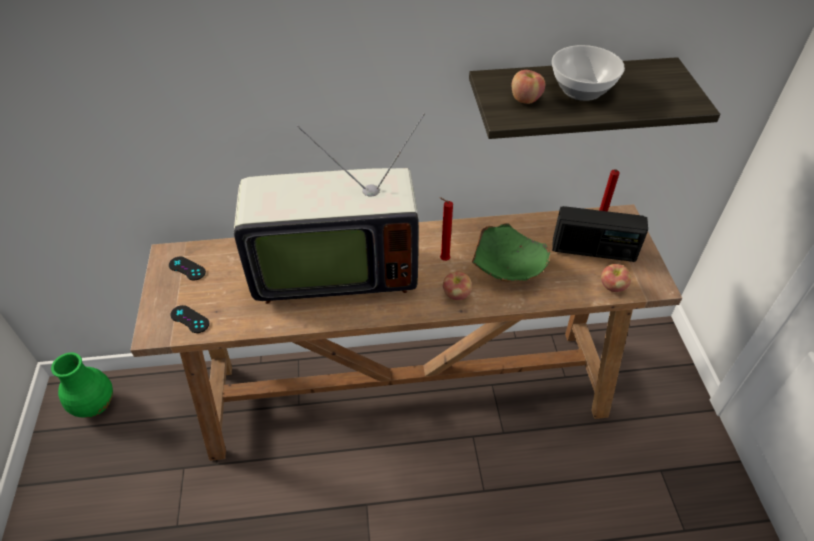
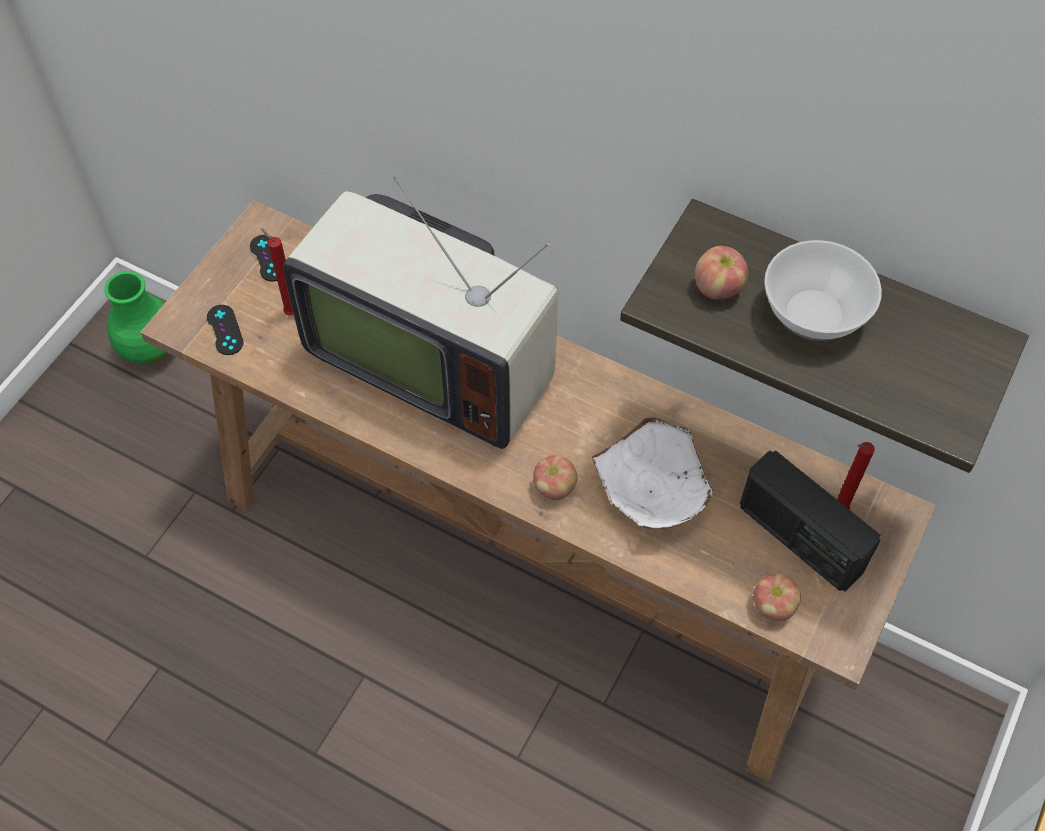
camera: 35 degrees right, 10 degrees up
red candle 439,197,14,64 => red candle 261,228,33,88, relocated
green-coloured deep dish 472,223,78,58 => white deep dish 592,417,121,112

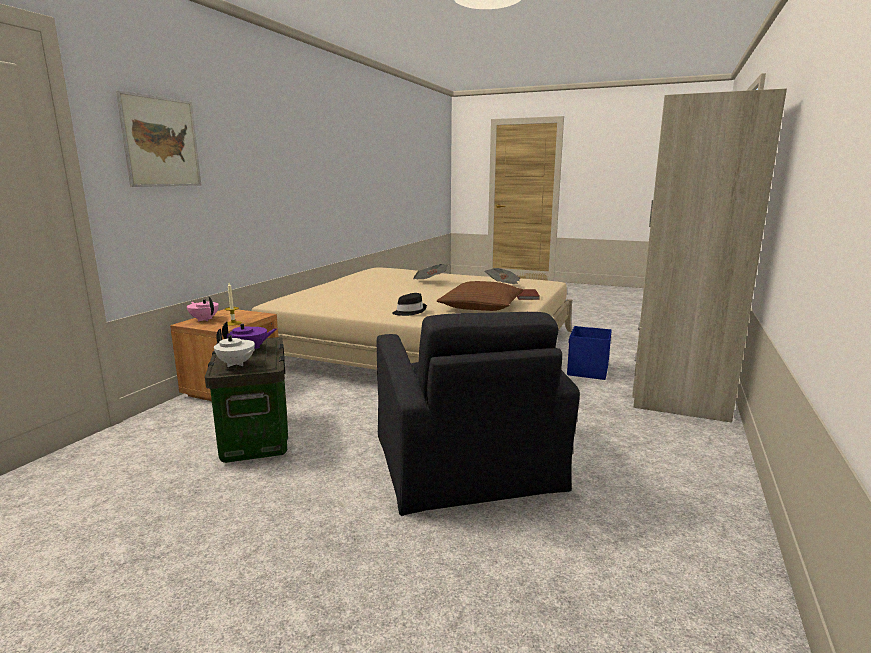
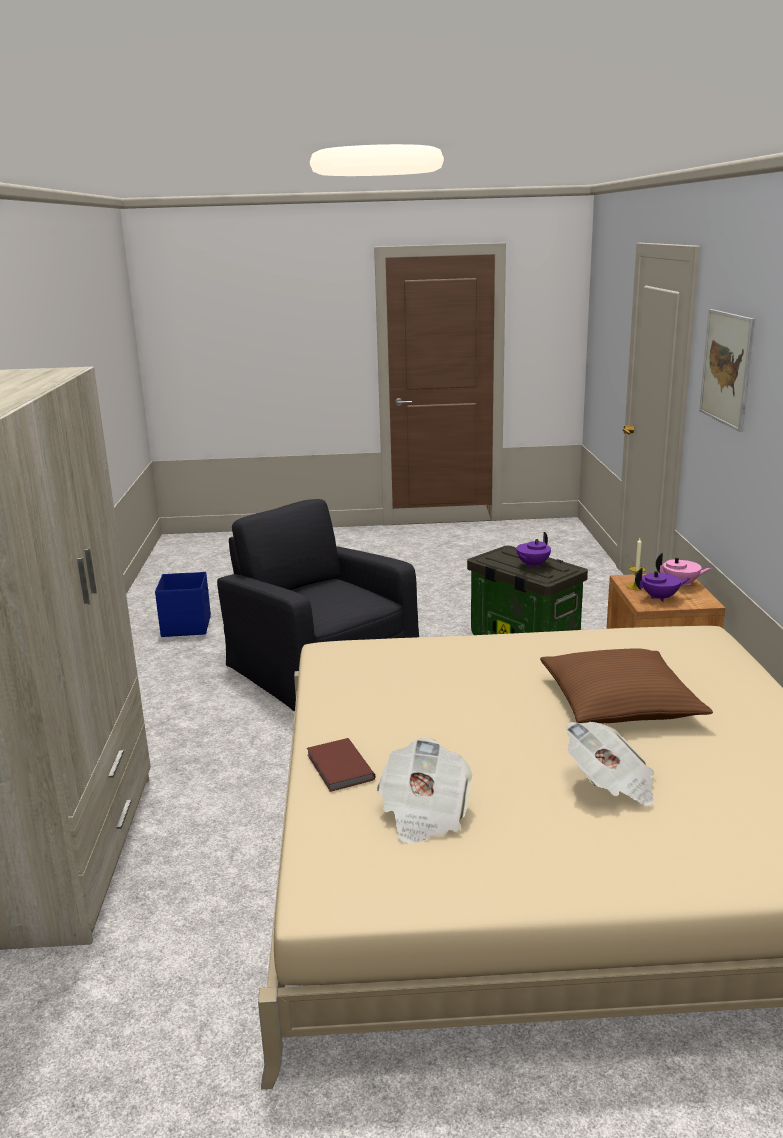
camera: 155 degrees right, 5 degrees up
white pot for tea 214,329,41,38 => nothing
black-coloured wearable hat 392,293,35,23 => nothing
brown throw pillow 437,281,86,30 => brown throw pillow 540,648,173,75, relocated
bluish storage box 567,326,45,54 => bluish storage box 155,572,56,65, relocated
nothing => purplish pot for tea 635,568,55,34

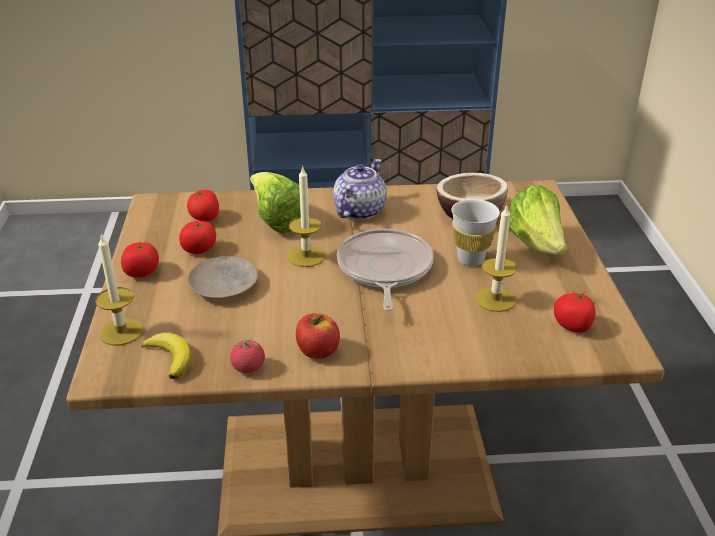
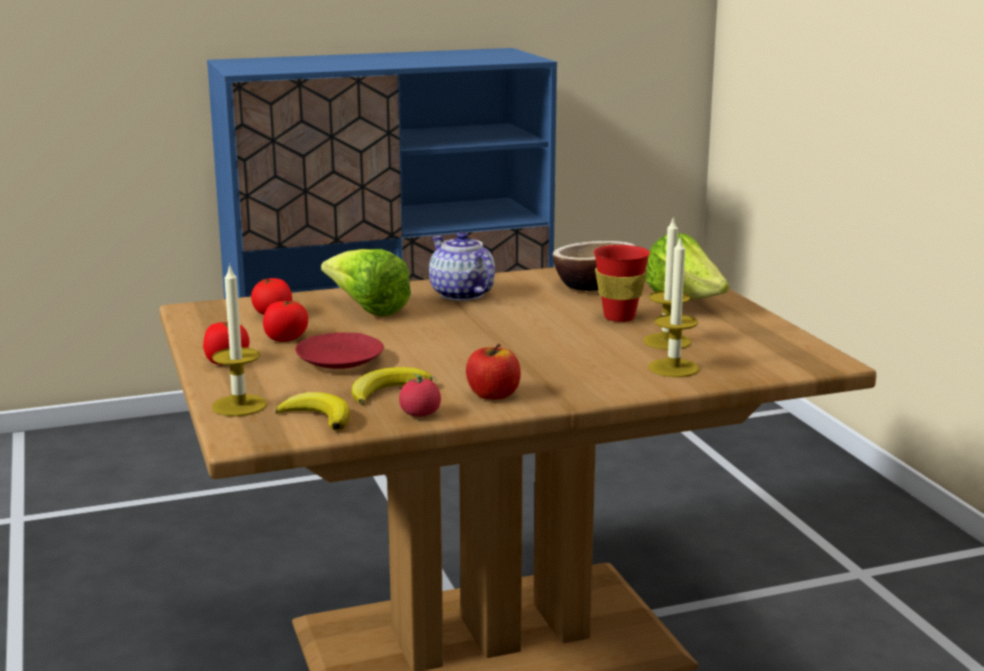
camera: 15 degrees left, 15 degrees down
sand-coloured dinner plate 187,256,71,43 => red dinner plate 295,332,89,37
candle 288,166,37,101 => candle 648,235,51,142, relocated
pot for tea 333,159,54,61 => pot for tea 429,232,66,69, 45 degrees counterclockwise
skillet 337,229,97,82 => nothing
white drinking cup 451,199,49,67 => red drinking cup 594,245,56,77
fresh tomato 554,292,42,41 => nothing
nothing => whole banana 351,367,81,38

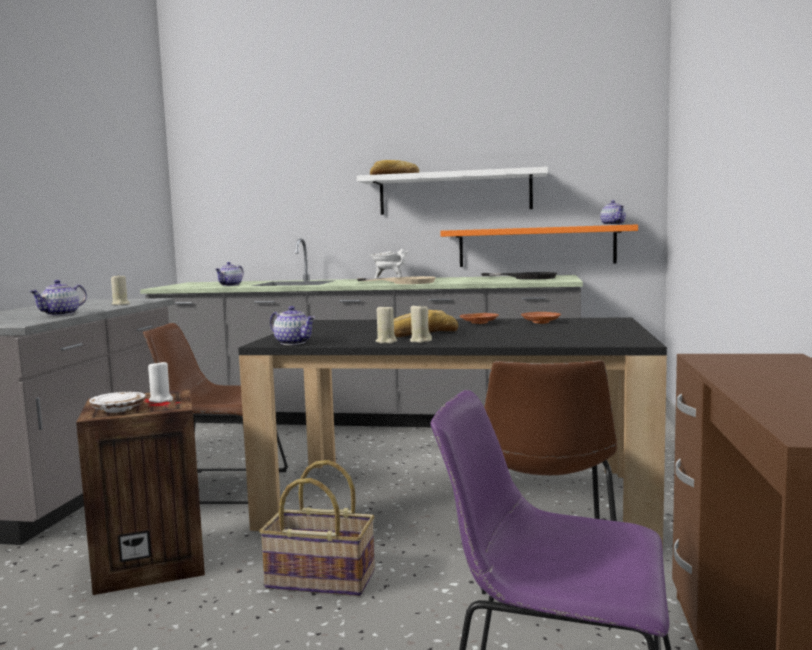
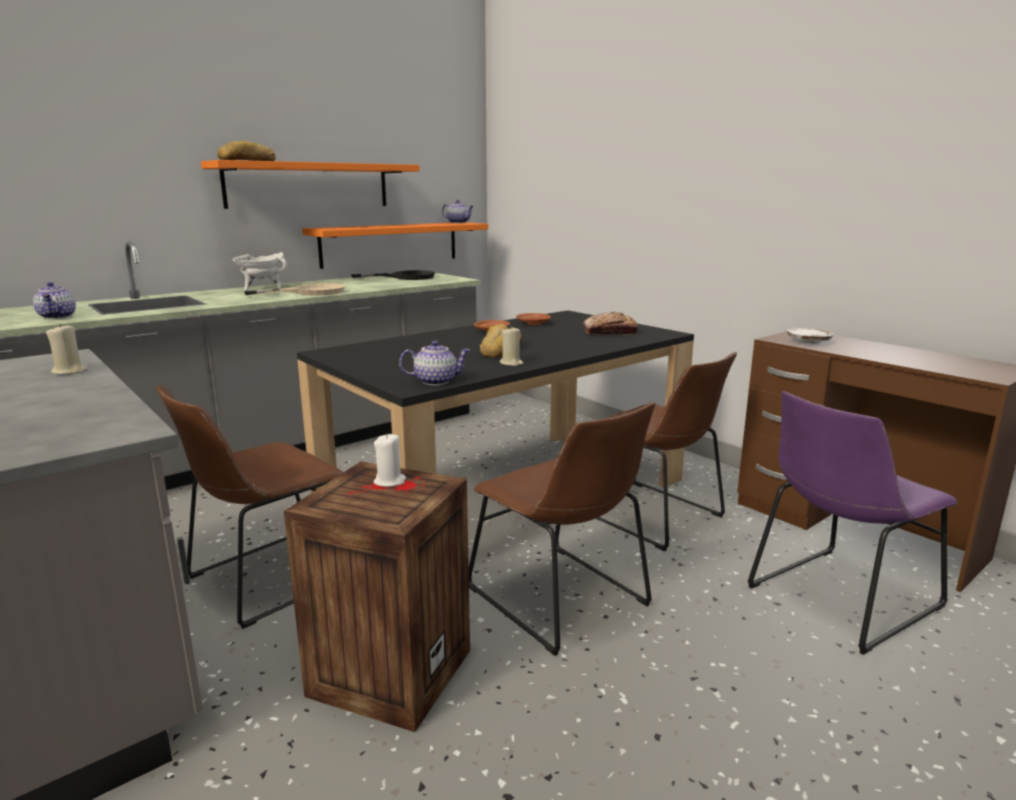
camera: 50 degrees left, 10 degrees up
pot for tea 29,280,58,36 => nothing
white dinner plate 89,392,57,21 => white dinner plate 787,328,47,16, relocated
basket 259,460,116,136 => brown chair 469,402,186,254
white shelf 357,167,191,48 => orange-coloured shelf 201,160,219,49
sand-coloured candle 410,303,22,40 => nothing
nothing => bakery bread 583,312,55,23

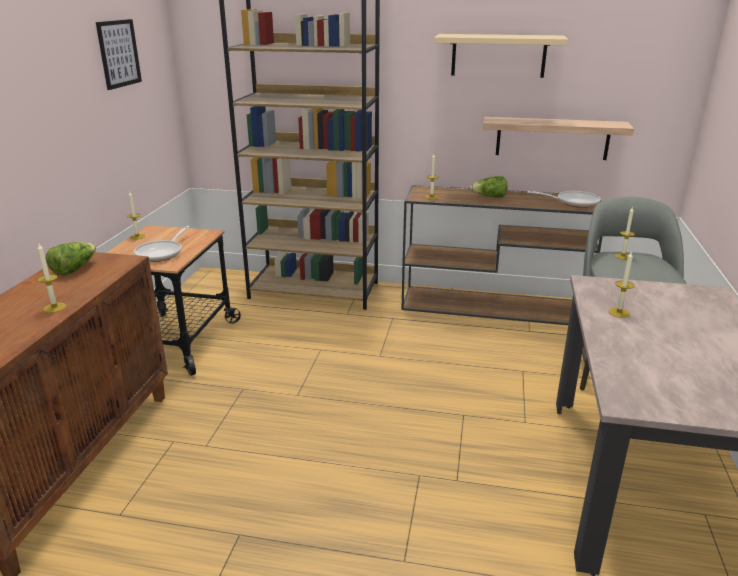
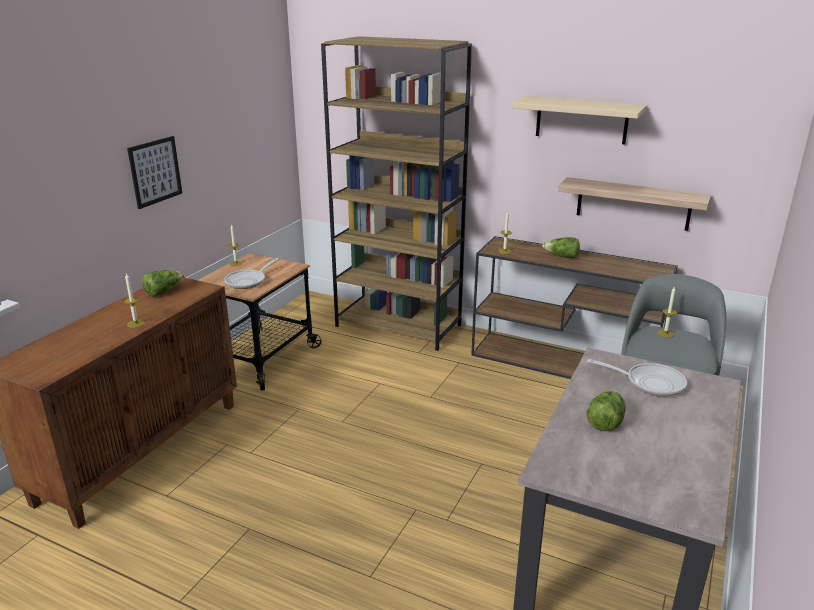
camera: 15 degrees right, 0 degrees up
wall art 96,19,46,71 => wall art 127,136,55,73, relocated
skillet 527,191,74,17 => skillet 587,359,100,38, relocated
candle 608,252,26,66 => nothing
nothing => head of lettuce 586,390,40,41

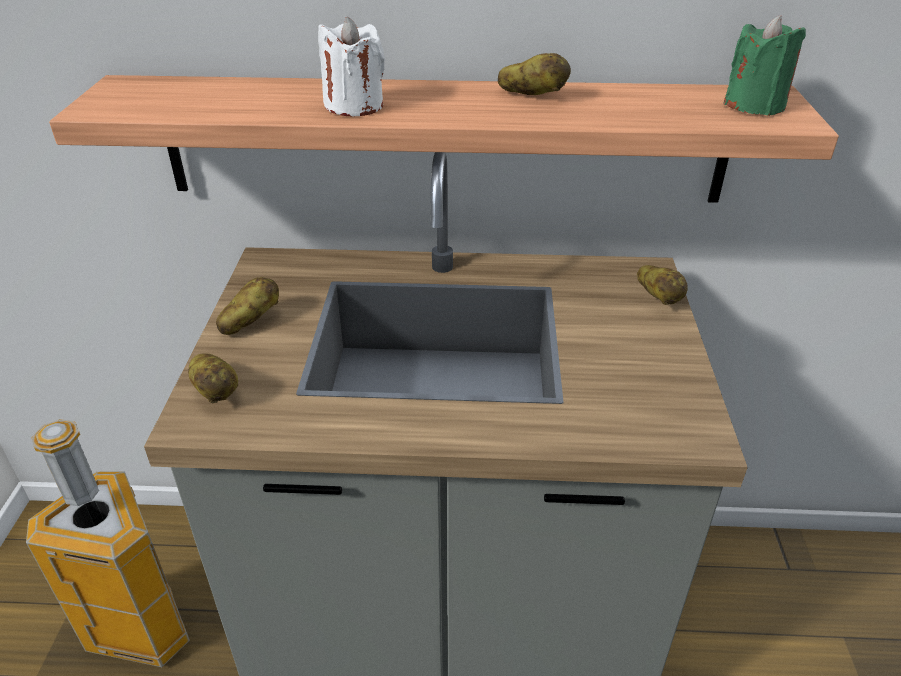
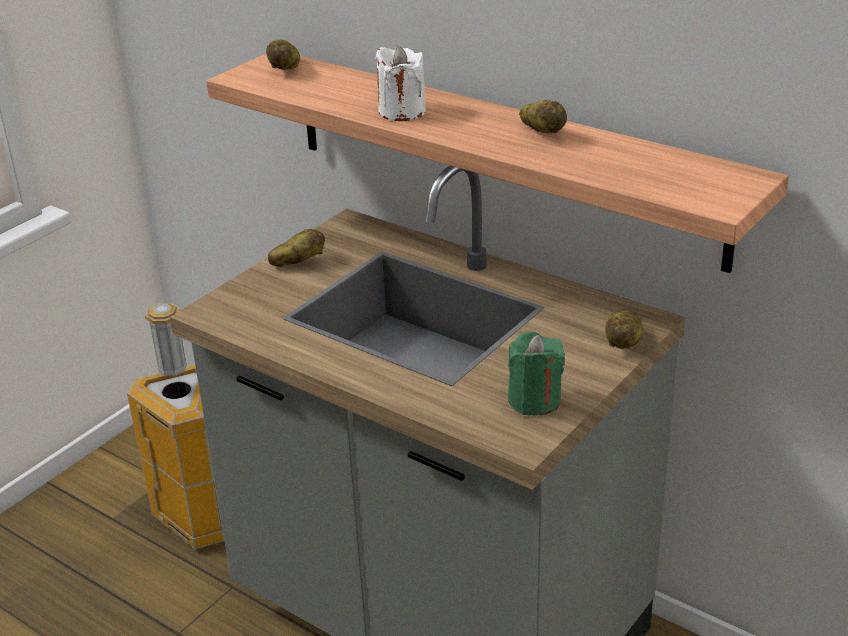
camera: 35 degrees right, 5 degrees down
spud 188,354,50,49 => spud 266,39,34,31, relocated
green-coloured candle 723,15,83,101 => green-coloured candle 508,332,57,84, relocated

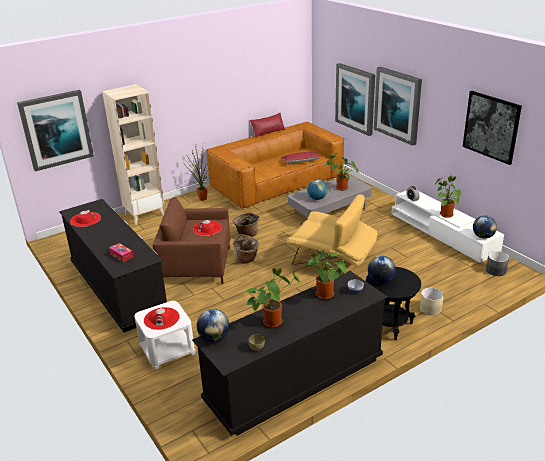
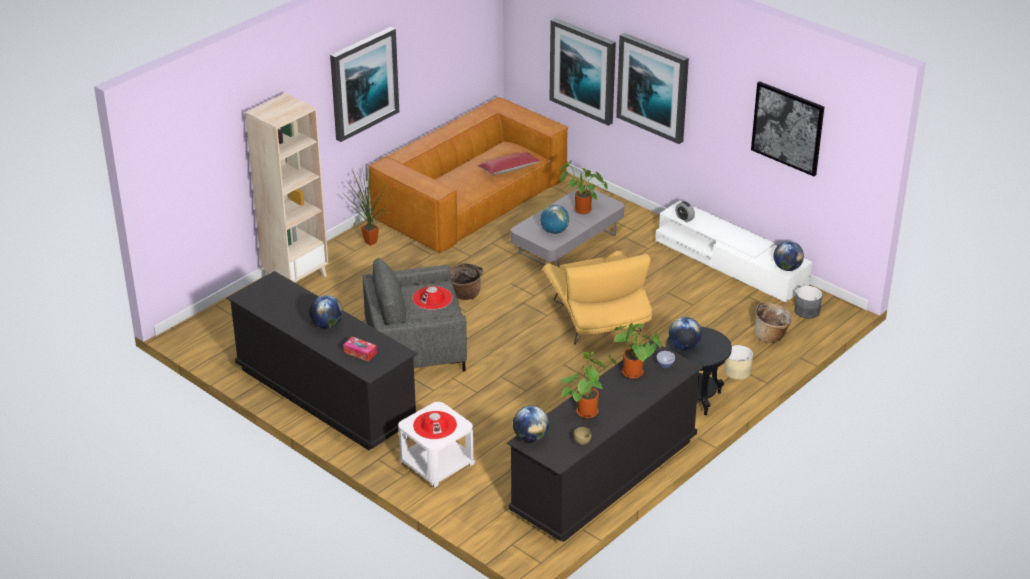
camera: 15 degrees left, 5 degrees up
wall art 17,90,77,82 => wall art 330,27,69,115, relocated
red wearable hat 70,210,31,17 => nothing
brown easy chair 153,197,77,87 => gray easy chair 363,258,104,113
basket 233,234,26,30 => basket 755,302,37,41, relocated
red throw pillow 250,113,36,25 => nothing
yellow easy chair 287,194,91,79 => yellow easy chair 542,251,110,93, 60 degrees clockwise
houseplant 435,175,28,43 => nothing
nothing => desk globe 309,295,34,33

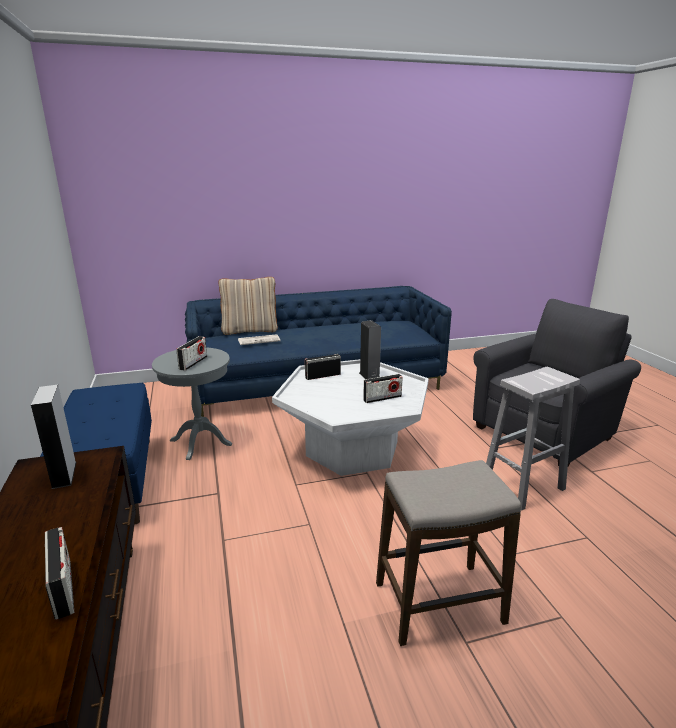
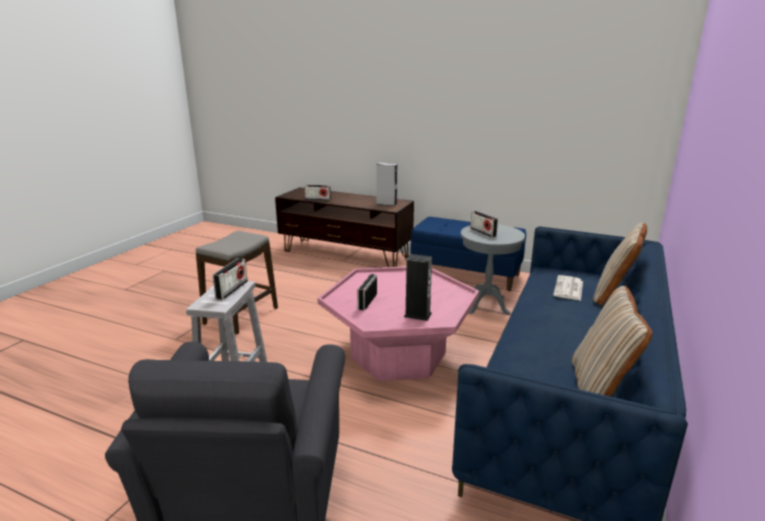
camera: 130 degrees right, 0 degrees up
white lounge table 272,359,157,117 => pink lounge table 317,267,162,114
radio 305,354,36,26 => radio 213,258,35,42, relocated
nothing => sand-coloured throw pillow 572,286,81,111

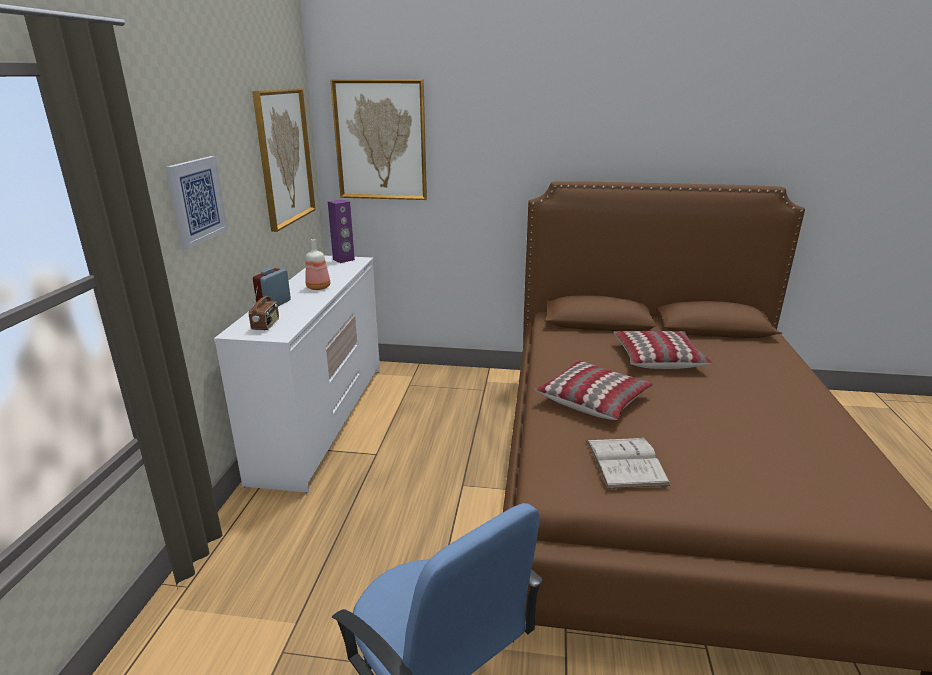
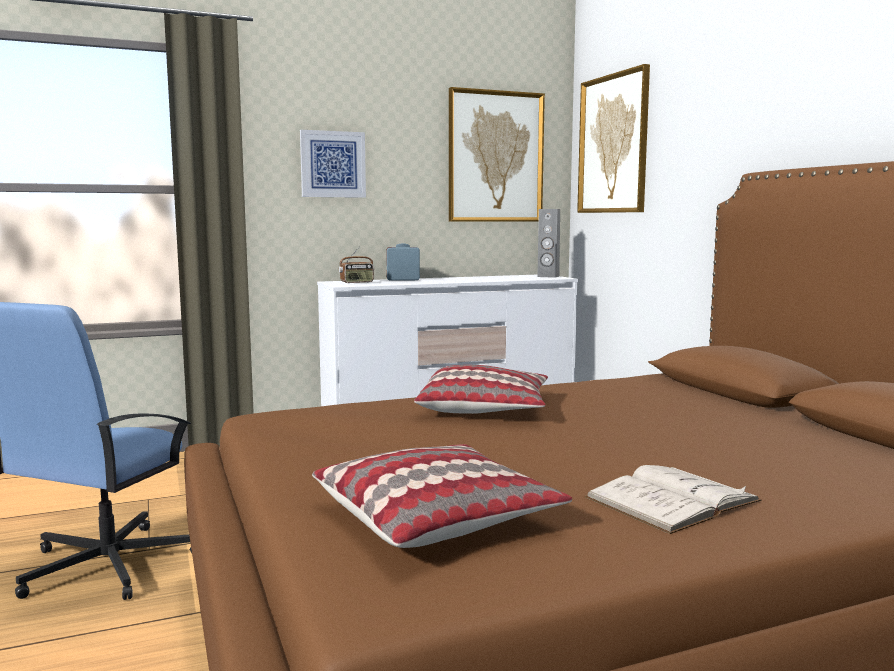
camera: 60 degrees right, 15 degrees down
beverage bottle 305,239,25,51 => nothing
purplish audio speaker 328,199,27,64 => gray audio speaker 537,209,23,69
white volume 586,437,85,52 => white volume 585,465,177,69, relocated
throw pillow 613,331,99,38 => throw pillow 312,444,260,104, relocated

